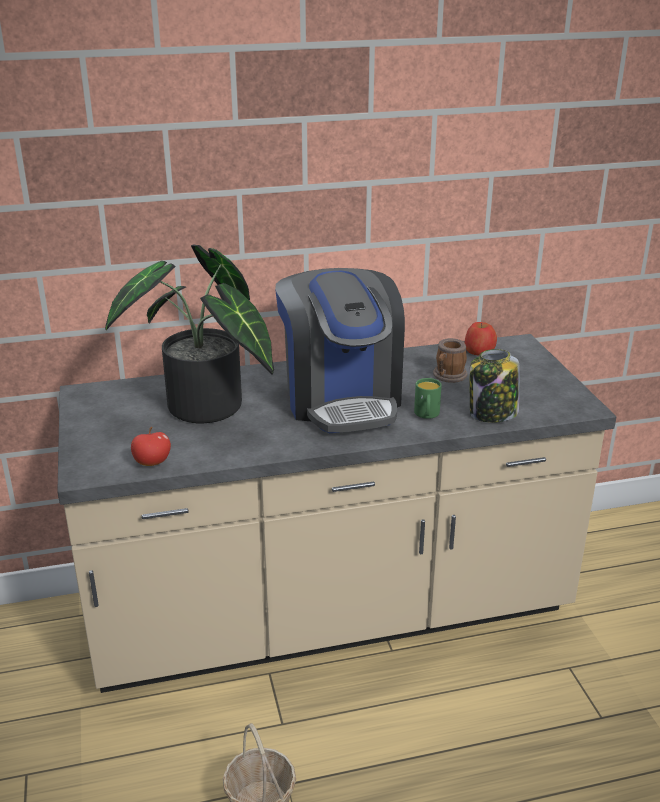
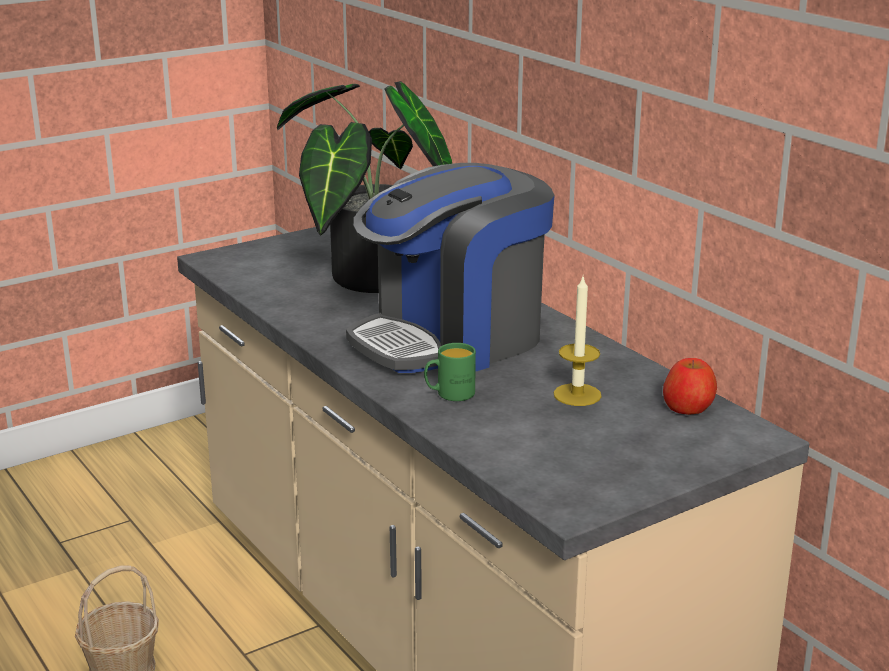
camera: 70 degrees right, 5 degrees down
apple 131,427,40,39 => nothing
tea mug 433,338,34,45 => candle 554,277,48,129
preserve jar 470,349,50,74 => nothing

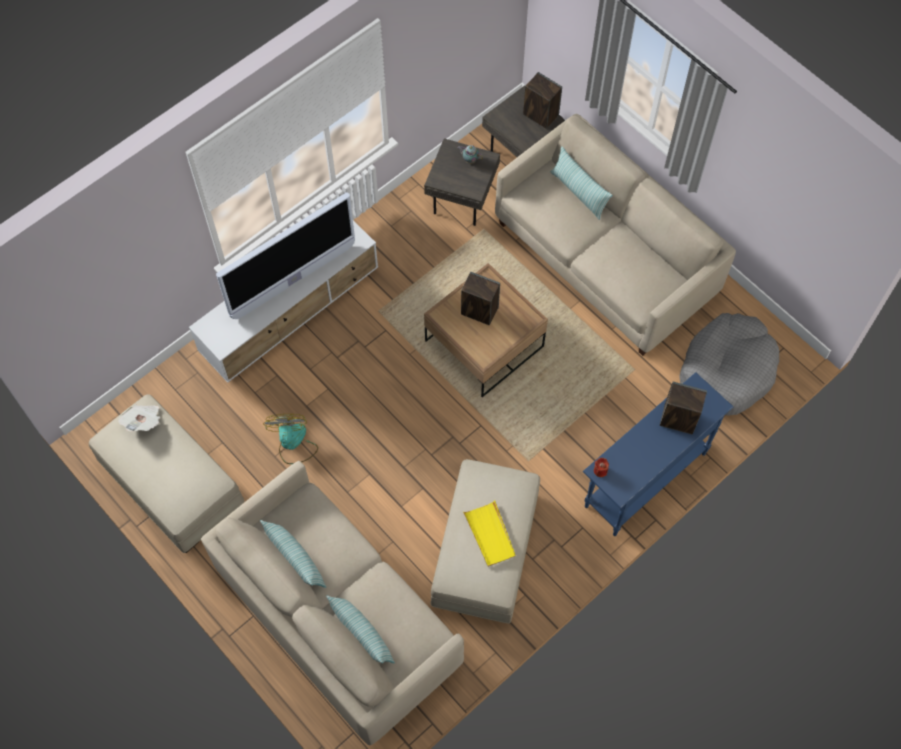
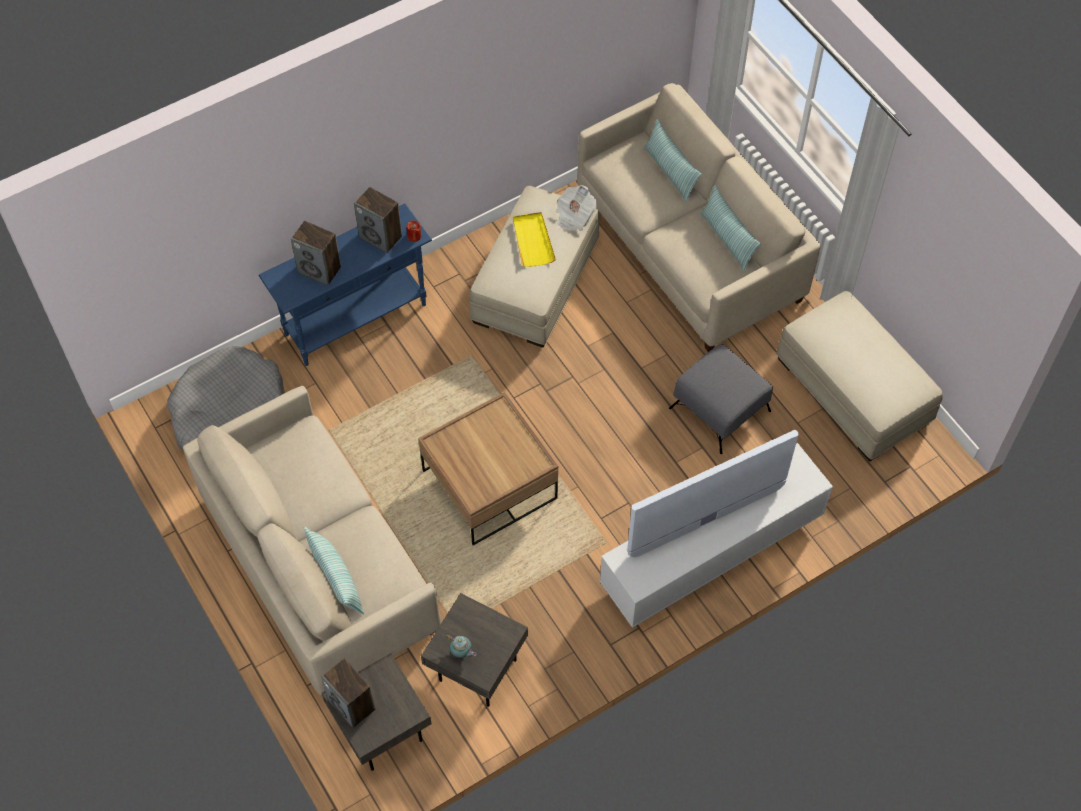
camera: 170 degrees left, 5 degrees down
daily paper 118,405,43,27 => daily paper 556,185,41,46, relocated
cooling fan 263,414,55,50 => gray pouffe 669,344,104,110
audio speaker 461,272,39,53 => audio speaker 354,187,48,66, relocated

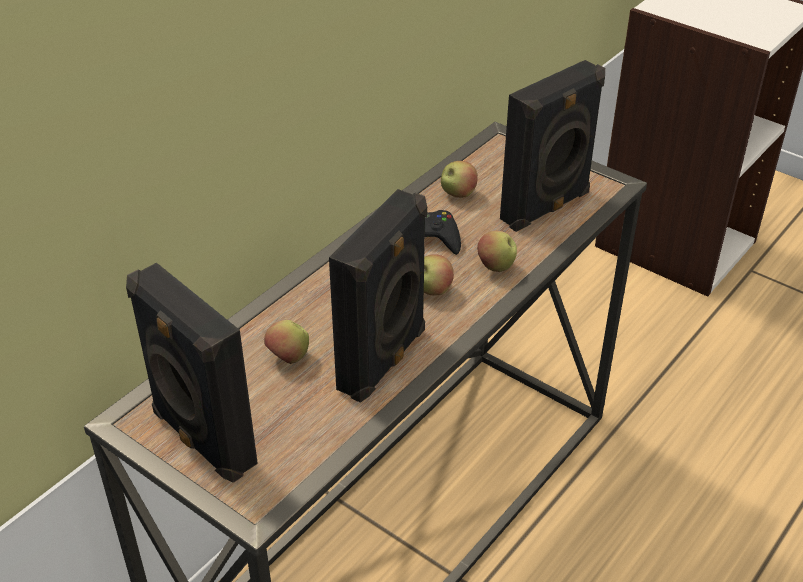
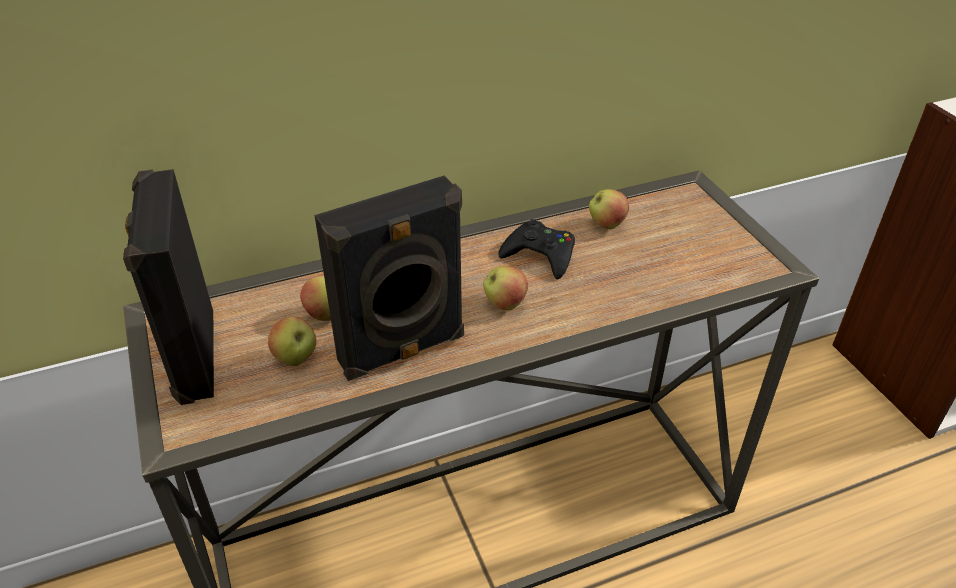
camera: 30 degrees right, 0 degrees up
apple 477,231,40,41 => apple 268,317,49,49, relocated
black-coloured audio speaker 500,60,105,172 => nothing

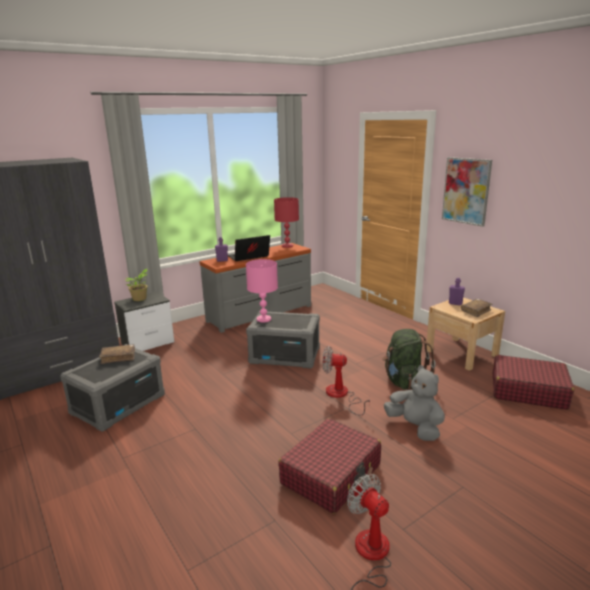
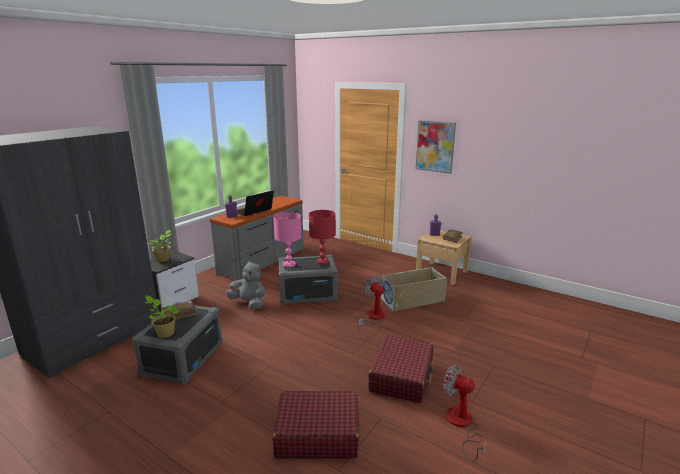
camera: 20 degrees left, 0 degrees up
red table lamp 274,197,25,51 => red table lamp 309,210,27,55, relocated
cooling fan 323,346,47,70 => cooling fan 357,275,28,57, 75 degrees clockwise
green-coloured rucksack 382,329,54,61 => sand-coloured storage box 381,267,66,45
gray soft toy 384,365,61,76 => gray soft toy 226,260,40,50, relocated
red travel case 493,355,81,55 => red travel case 272,391,87,68, relocated
nothing => houseplant 145,295,34,43

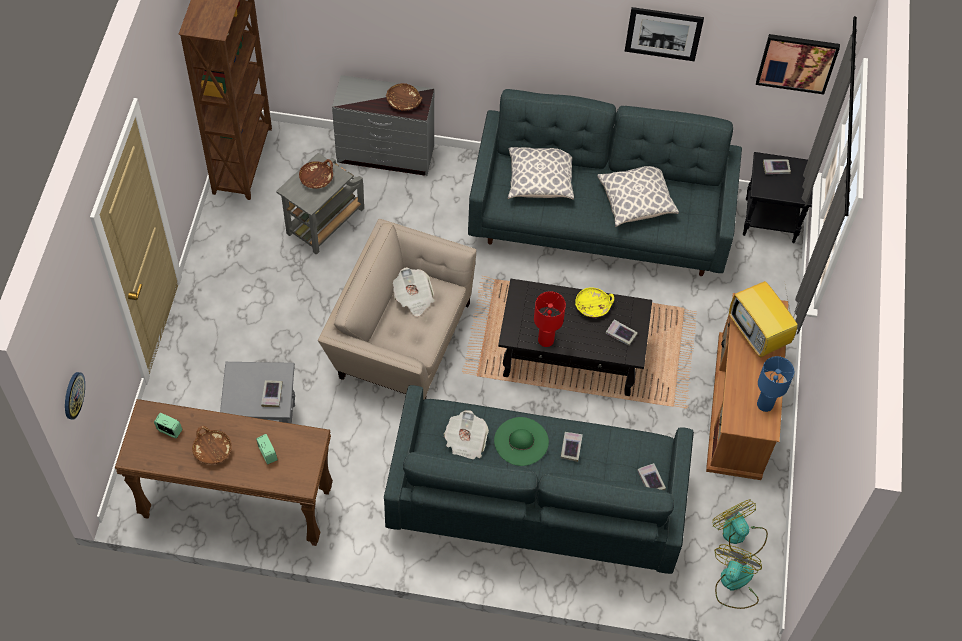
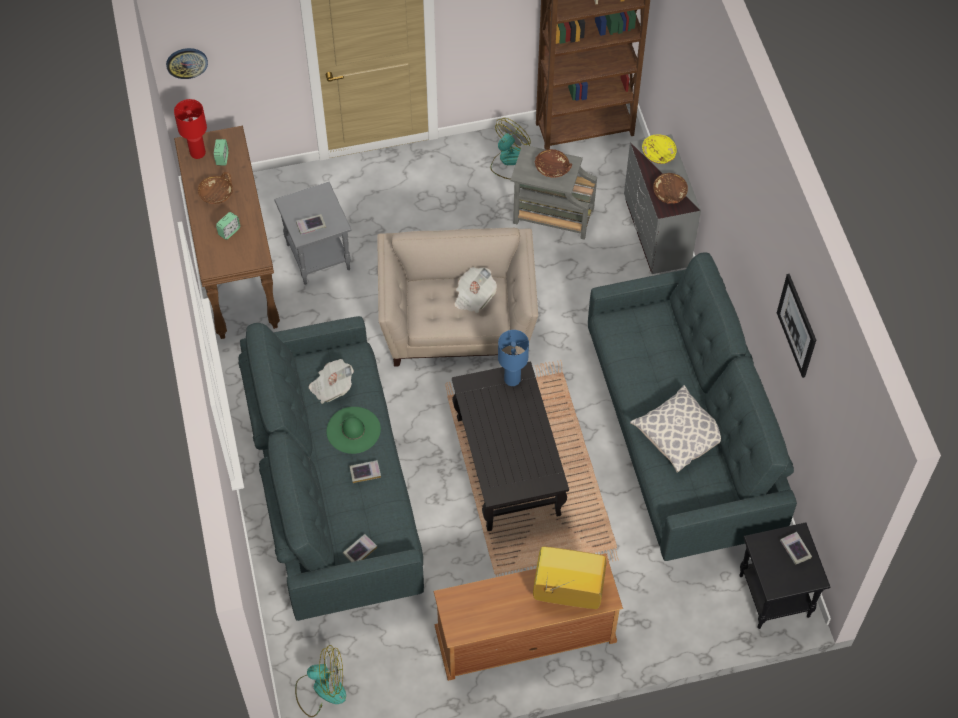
camera: 70 degrees right, 0 degrees up
throw pillow 508,147,66,53 => nothing
red table lamp 534,291,32,56 => red table lamp 174,99,33,60, relocated
yellow deep dish 575,287,39,31 => yellow deep dish 642,134,35,30, relocated
volume 606,319,32,27 => nothing
cooling fan 713,500,55,59 => cooling fan 491,118,40,61, relocated
TV 729,281,71,77 => TV 533,546,73,63, 60 degrees clockwise
wall art 756,34,84,60 => nothing
bluish table lamp 757,356,37,56 => bluish table lamp 498,330,31,56, relocated

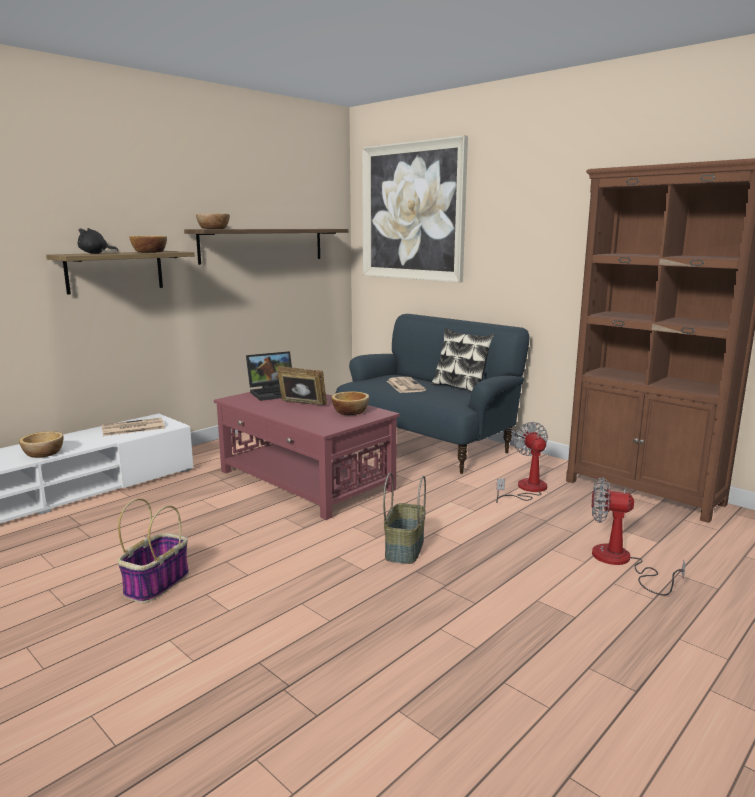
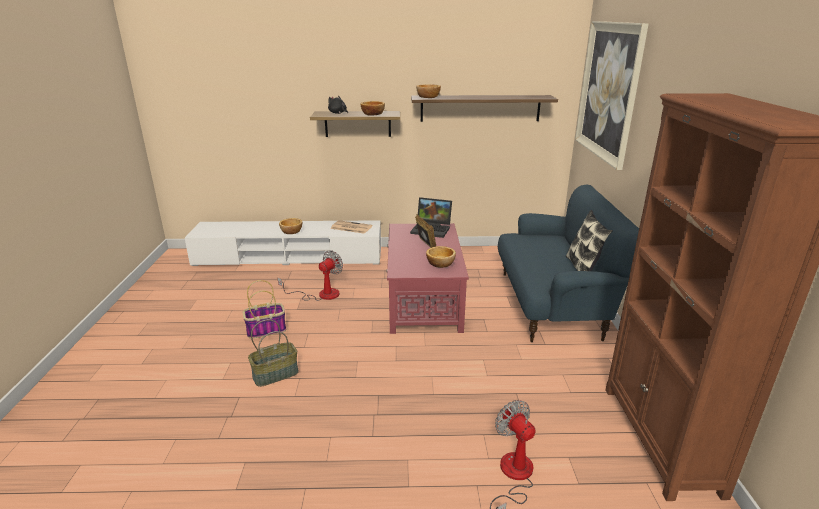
camera: 45 degrees right, 10 degrees up
basket 383,473,43,91 => basket 248,319,51,68, relocated
daily paper 387,377,39,16 => nothing
cooling fan 496,422,52,81 => cooling fan 278,250,65,51, relocated

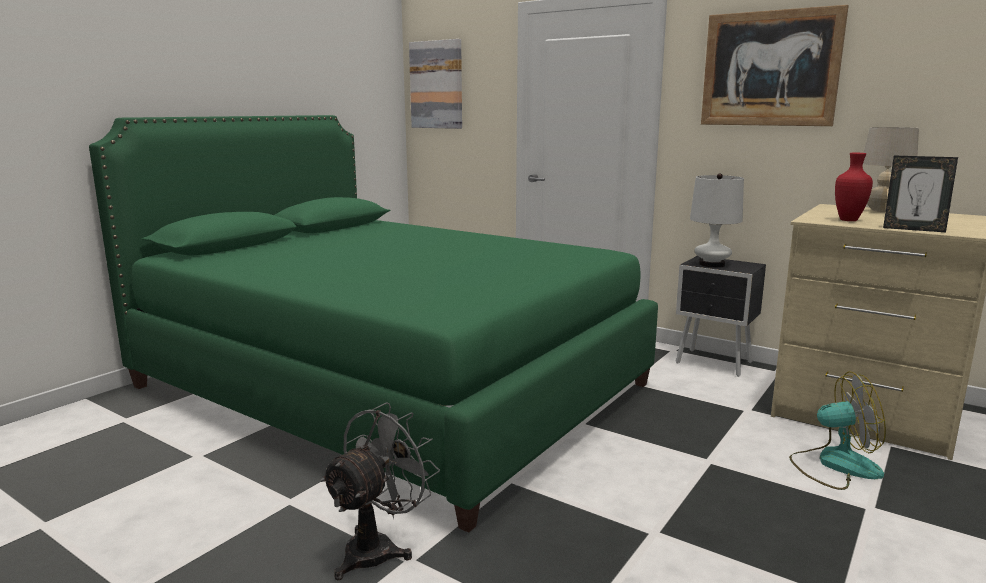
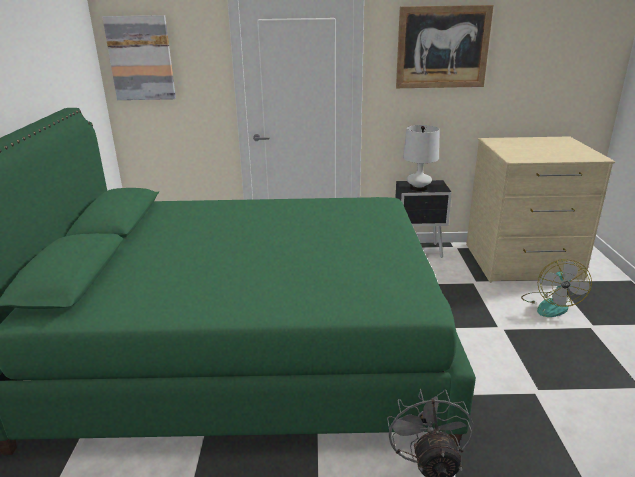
camera: 35 degrees left, 10 degrees up
cooling fan 789,371,97,119 => cooling fan 521,259,71,58, 135 degrees clockwise
red flower vase 835,153,38,68 => nothing
sand-coloured table lamp 863,127,56,85 => nothing
standing frame 883,156,75,76 => nothing

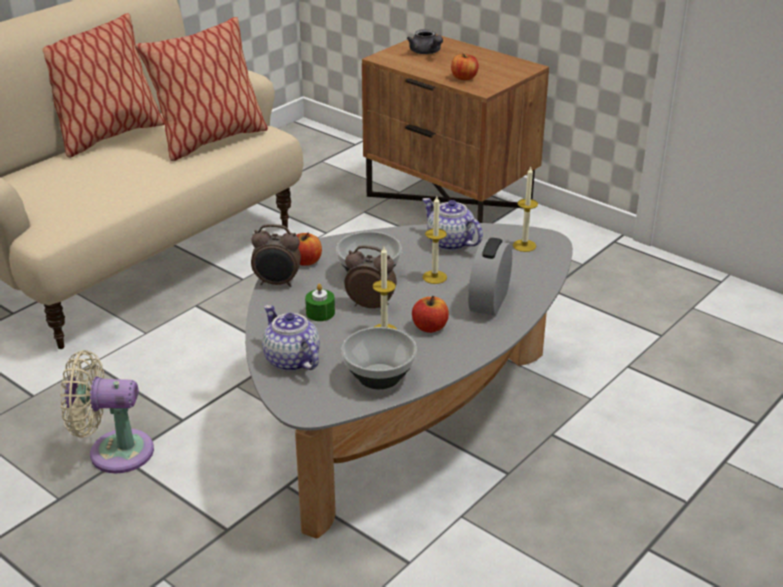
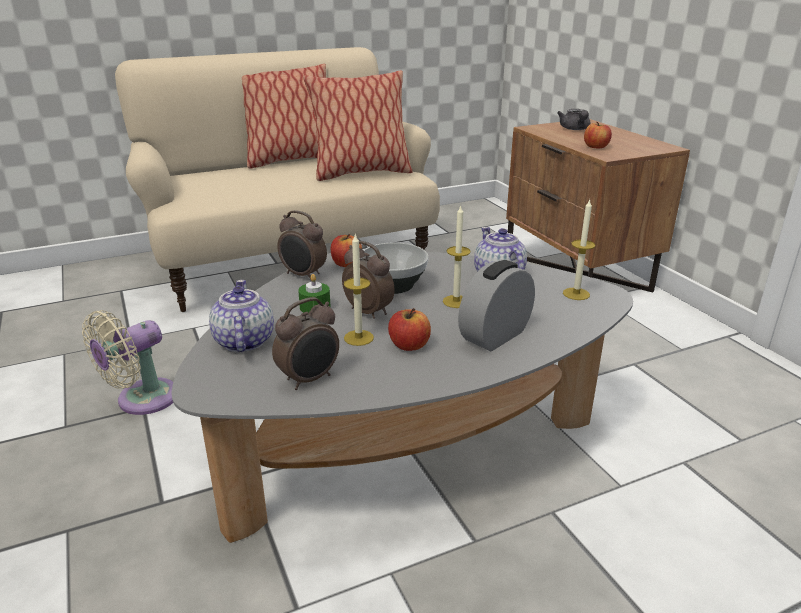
camera: 25 degrees right, 5 degrees down
sand-coloured cooling fan 60,350,94,123 => sand-coloured cooling fan 82,310,91,105, 75 degrees counterclockwise
deep dish 342,327,75,62 => bedside clock 272,297,67,93

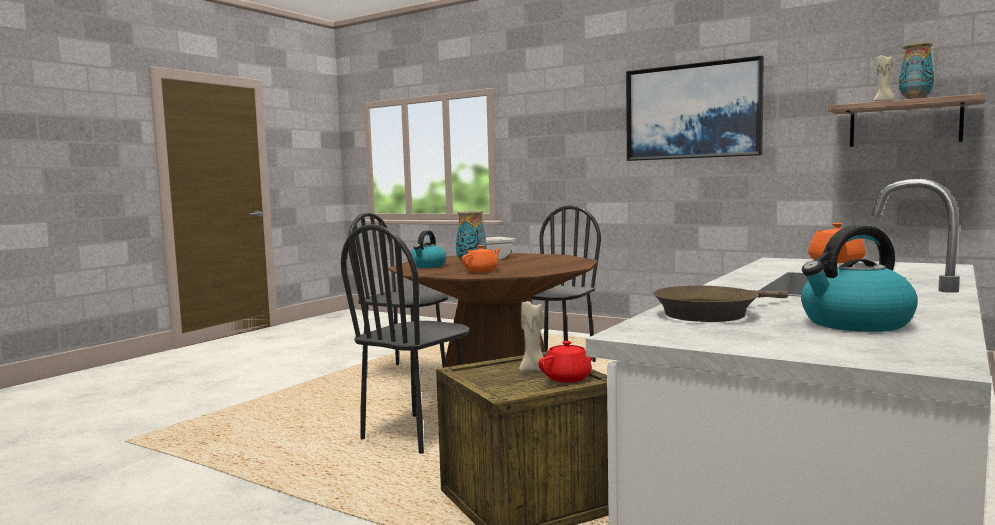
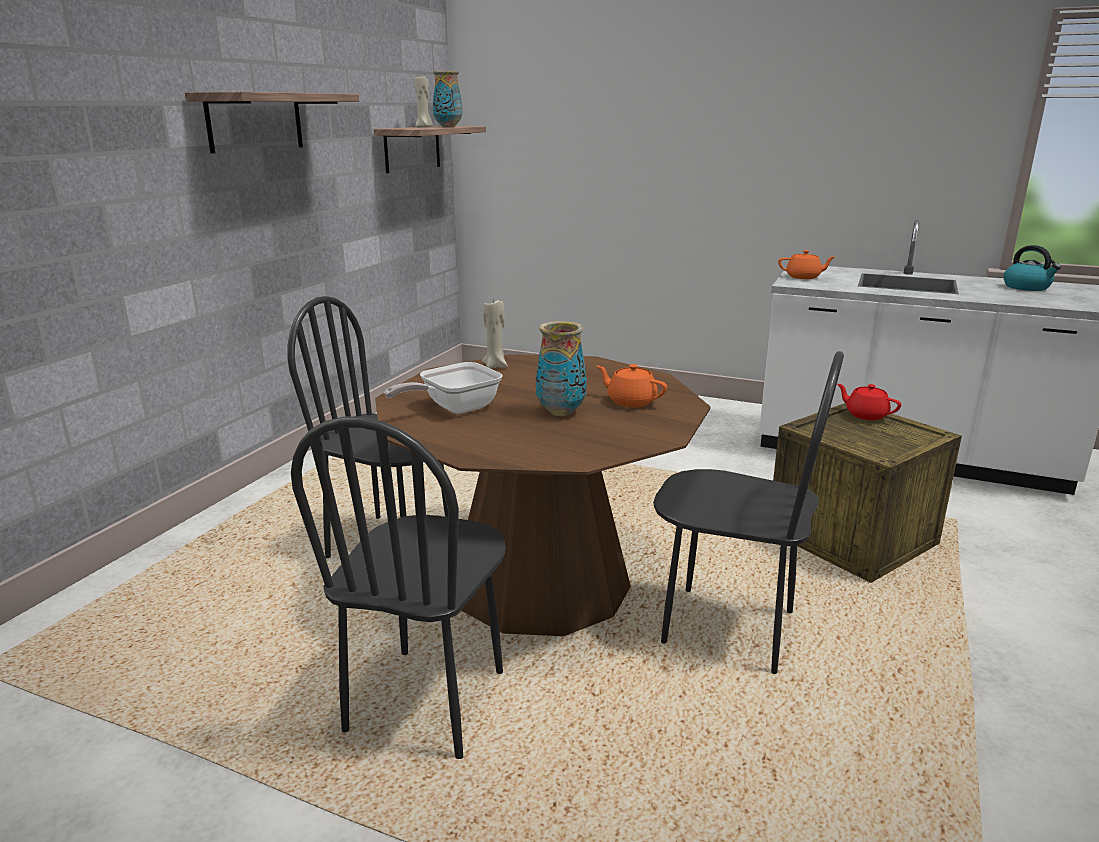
camera: 100 degrees left, 15 degrees up
water kettle 411,230,35,38 => nothing
sand-coloured candle 519,300,25,72 => sand-coloured candle 482,300,26,69, relocated
wall art 626,55,138,106 => shelf 185,92,174,61
brown skillet 653,286,136,36 => nothing

